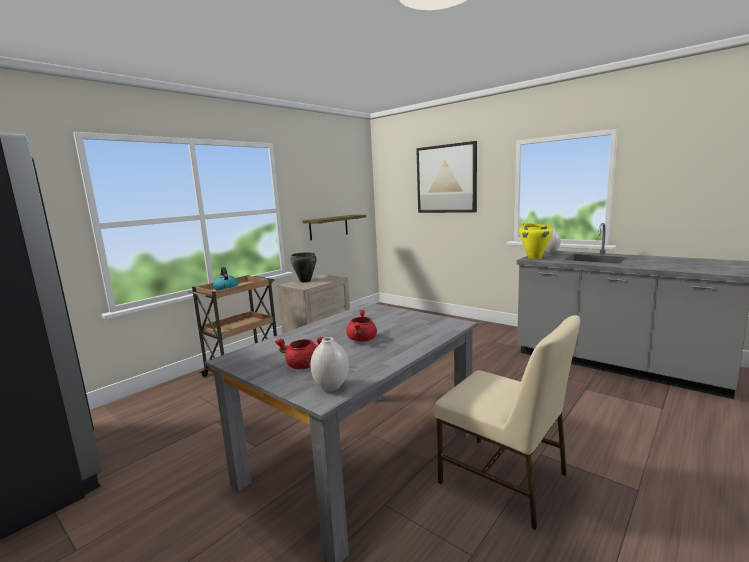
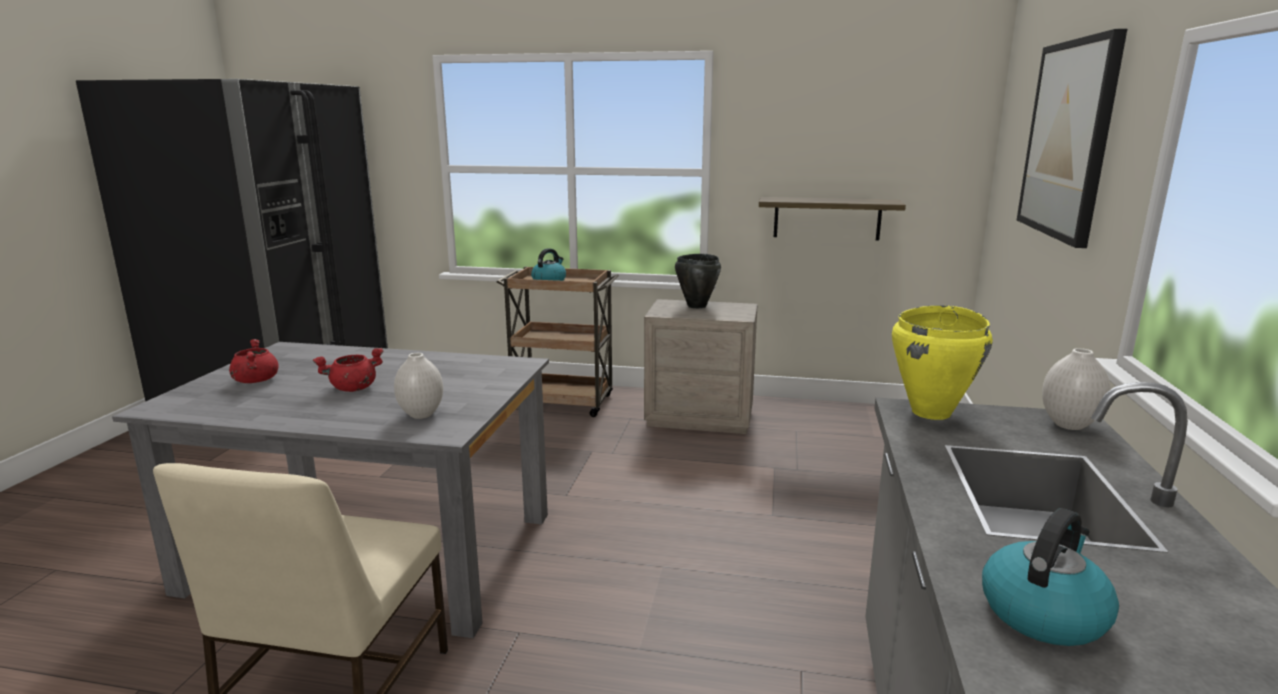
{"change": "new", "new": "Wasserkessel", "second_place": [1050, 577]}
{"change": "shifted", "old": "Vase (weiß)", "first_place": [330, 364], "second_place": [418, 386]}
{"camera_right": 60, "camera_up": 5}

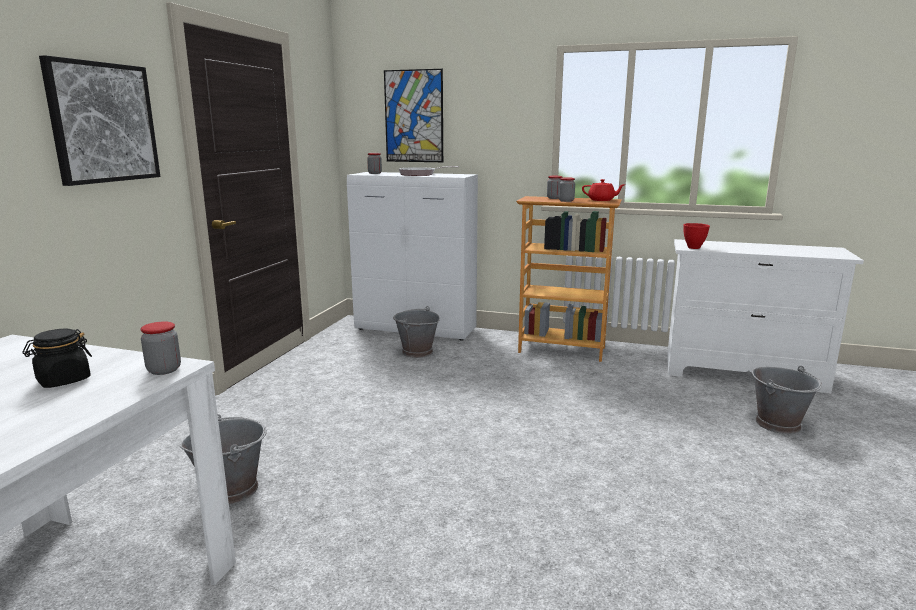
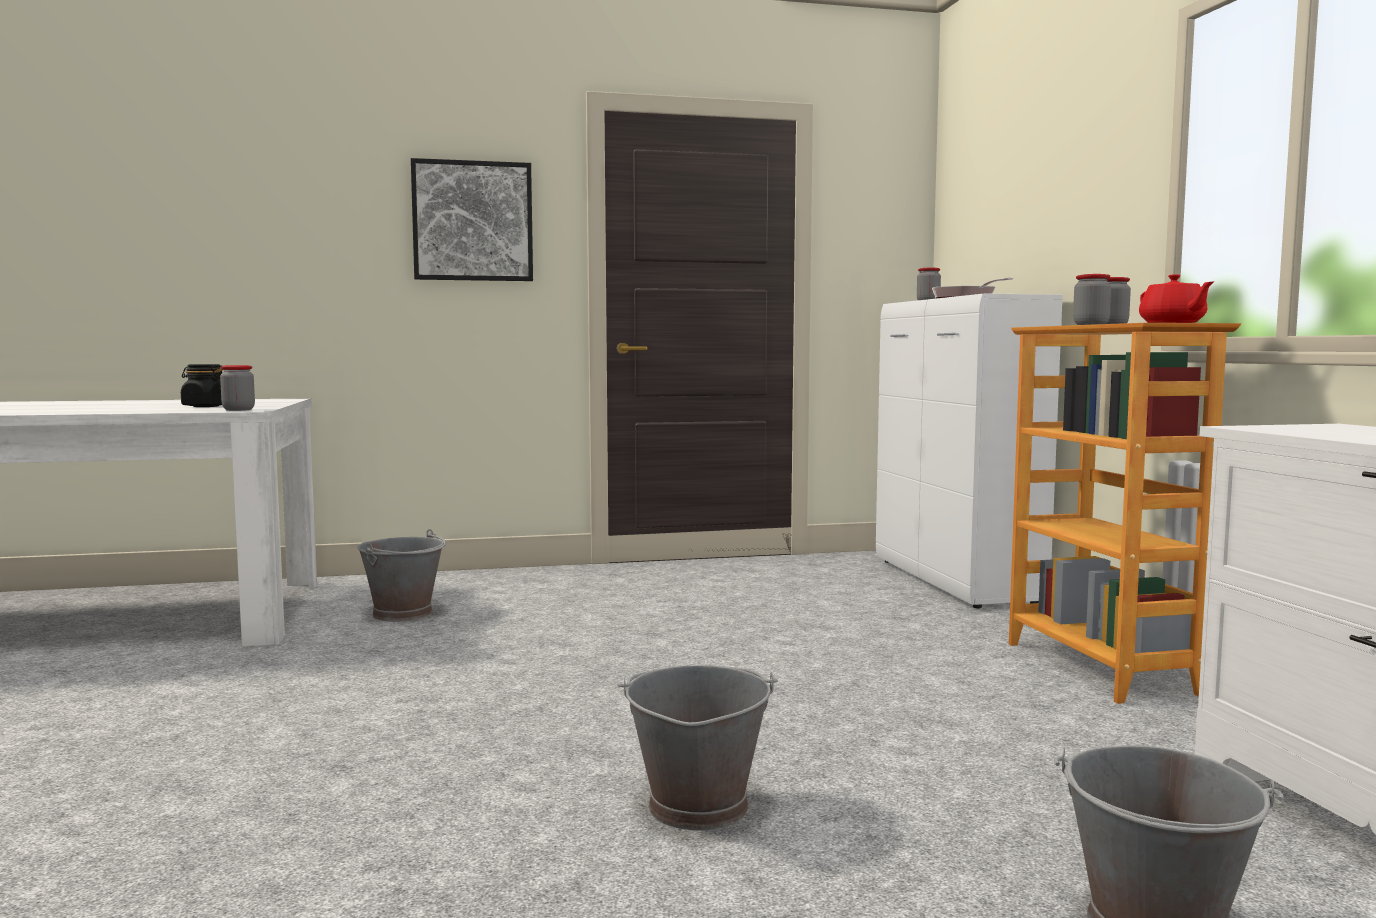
{"change": "gone", "old": "Bild", "first_place": [413, 115]}
{"change": "gone", "old": "Schüssel (rot)", "first_place": [696, 236]}
{"change": "shifted", "old": "Eimer (grau)", "first_place": [416, 332], "second_place": [697, 747]}
{"camera_right": 60, "camera_up": -10}

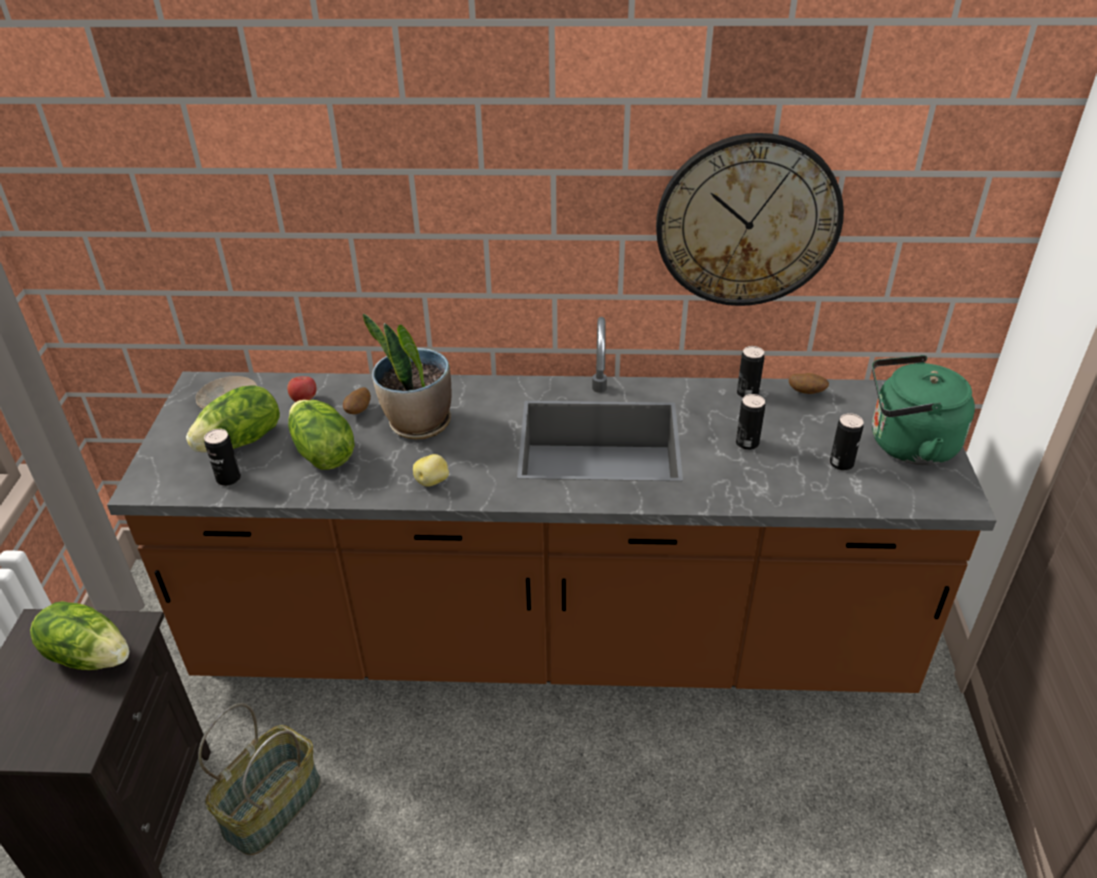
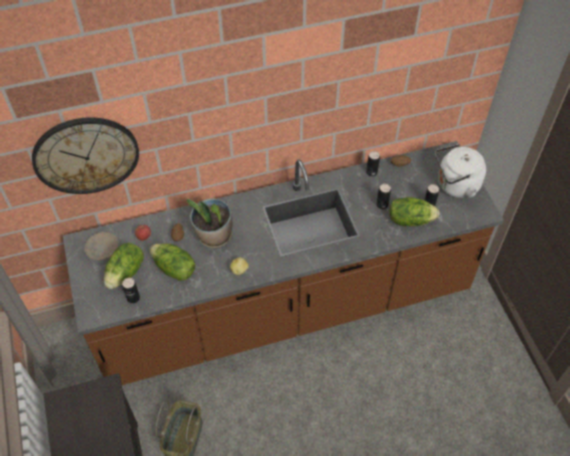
{"change": "shifted", "old": "Salatkopf", "first_place": [79, 635], "second_place": [414, 211]}
{"change": "shifted", "old": "Wanduhr", "first_place": [750, 219], "second_place": [85, 155]}
{"change": "repainted", "old": "Wasserkessel (grün)", "new": "Wasserkessel (weiß)", "first_place": [923, 410], "second_place": [460, 171]}
{"camera_right": -20, "camera_up": 15}

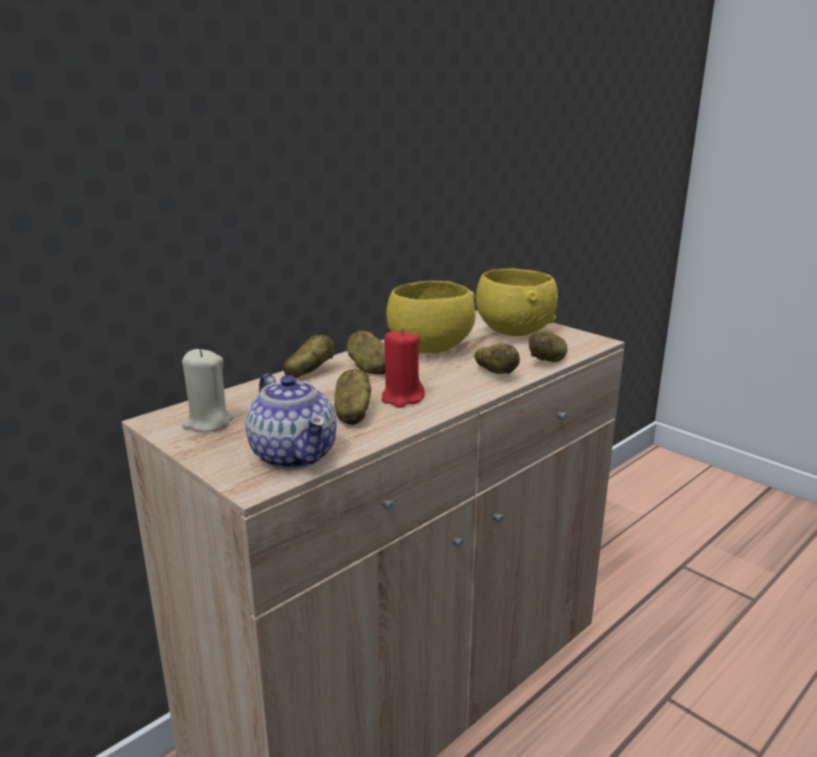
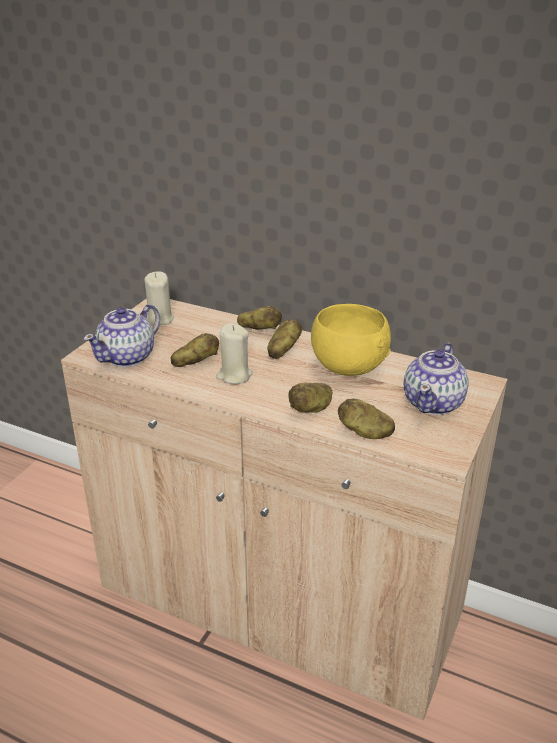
{"change": "swapped", "old": "Schüssel (gelb)", "new": "Teekanne", "first_place": [517, 302], "second_place": [436, 379]}
{"change": "repainted", "old": "Kerze (rot)", "new": "Kerze (beige)", "first_place": [403, 368], "second_place": [234, 353]}
{"camera_right": 70, "camera_up": 10}

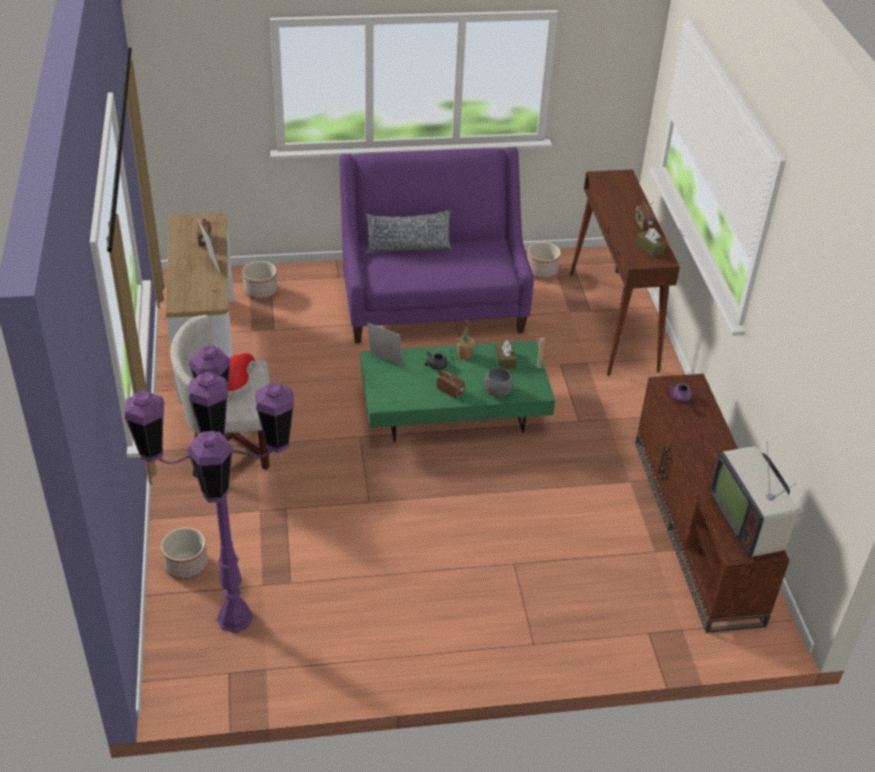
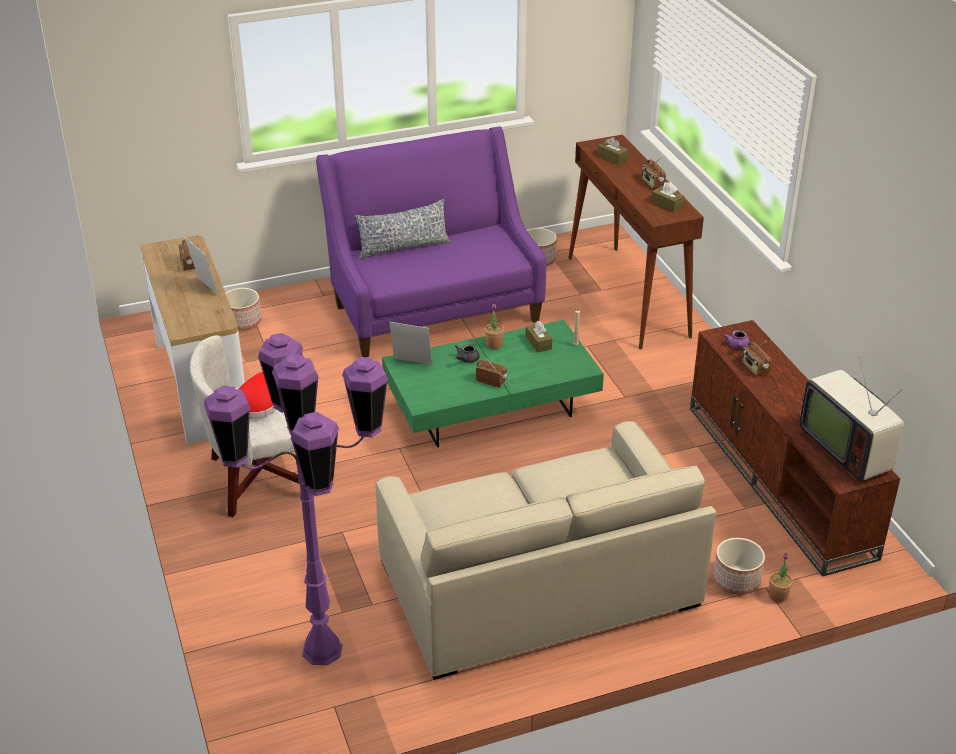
{"change": "gone", "old": "Schüssel (grau)", "first_place": [498, 382]}
{"change": "new", "new": "Sofa (beige)", "second_place": [546, 550]}
{"change": "new", "new": "Taschentuchbox (braun)", "second_place": [613, 151]}
{"change": "new", "new": "Radio", "second_place": [756, 358]}
{"change": "new", "new": "Topfpflanze", "second_place": [781, 578]}
{"change": "shifted", "old": "Pflanzkübel", "first_place": [184, 554], "second_place": [739, 566]}
{"camera_right": -10, "camera_up": -5}

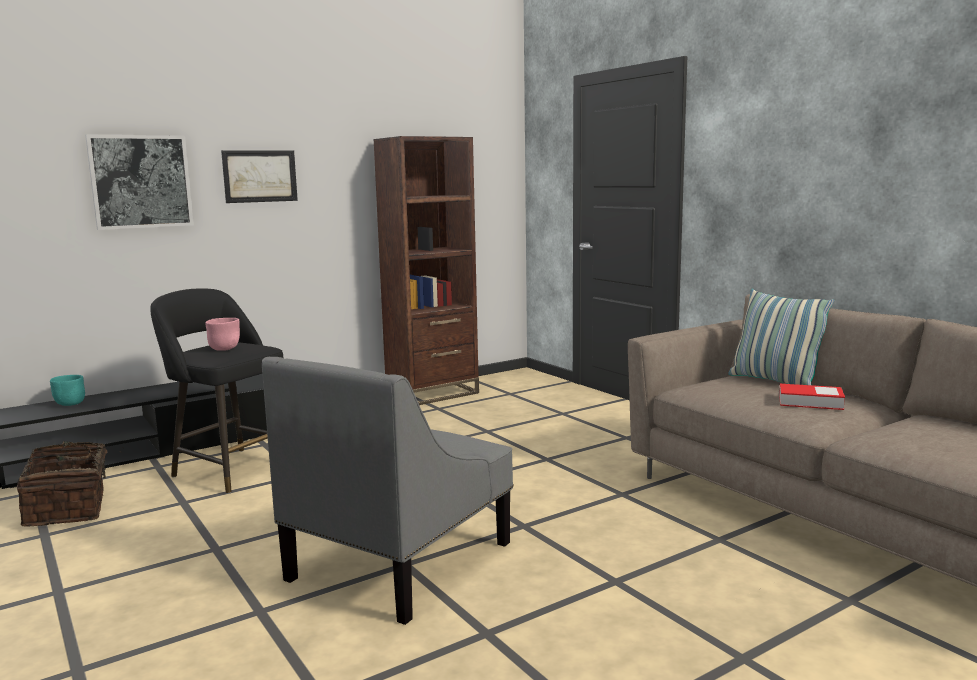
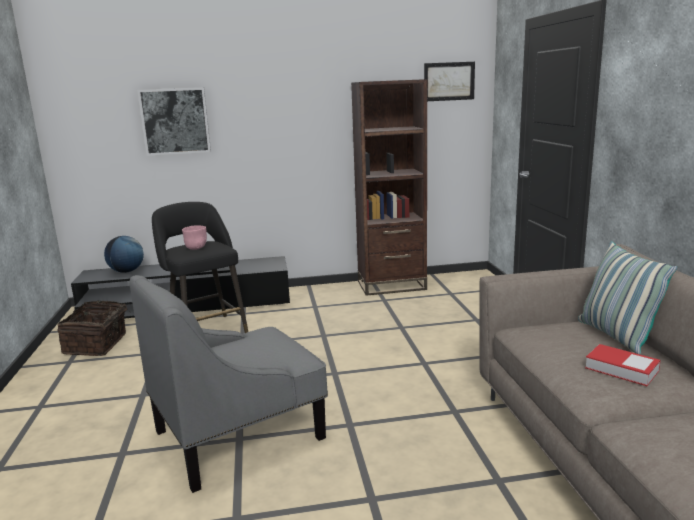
{"change": "shifted", "old": "Bild", "first_place": [259, 176], "second_place": [449, 81]}
{"change": "swapped", "old": "Schüssel (türkis)", "new": "Globus", "first_place": [67, 390], "second_place": [124, 254]}
{"camera_right": 25, "camera_up": 5}

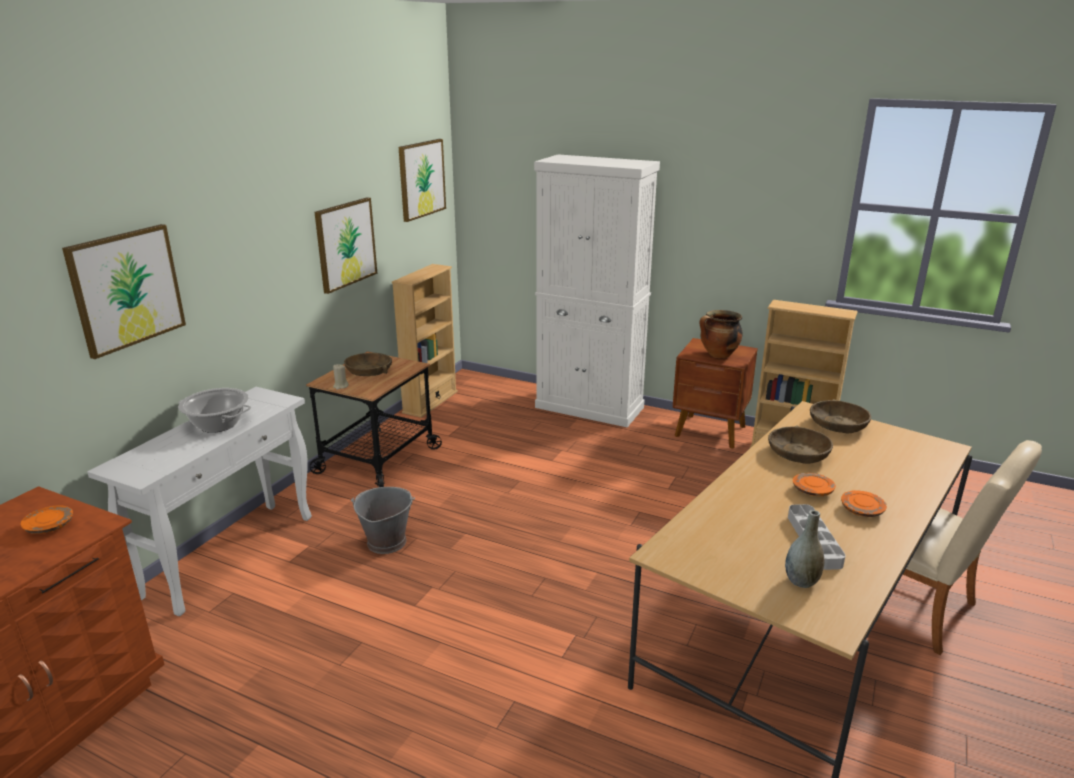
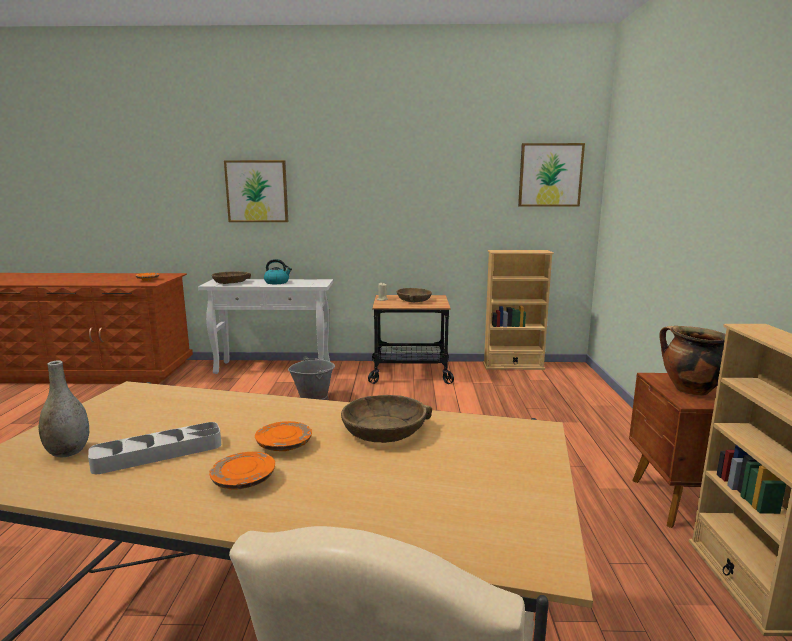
{"change": "gone", "old": "Bild", "first_place": [345, 245]}
{"change": "gone", "old": "Schrank (weiß)", "first_place": [597, 291]}
{"change": "shifted", "old": "Schüssel (braun)", "first_place": [840, 416], "second_place": [231, 277]}
{"change": "swapped", "old": "Kochtopf", "new": "Wasserkessel", "first_place": [214, 410], "second_place": [278, 271]}
{"camera_right": 65, "camera_up": -10}

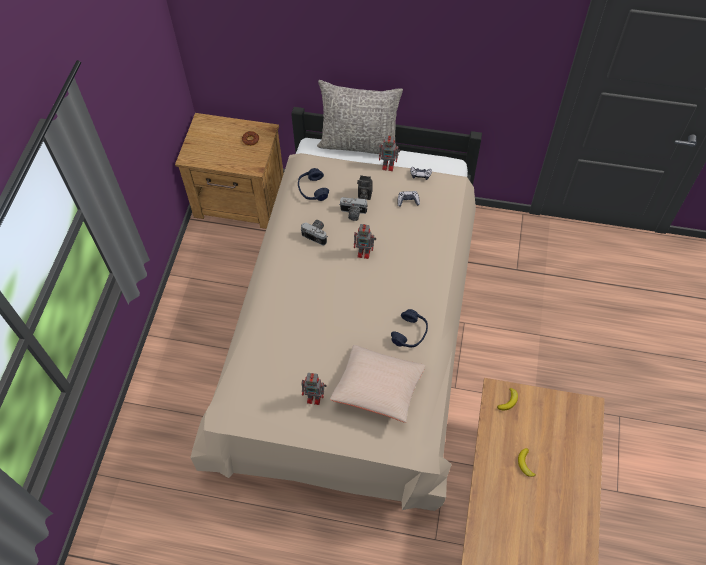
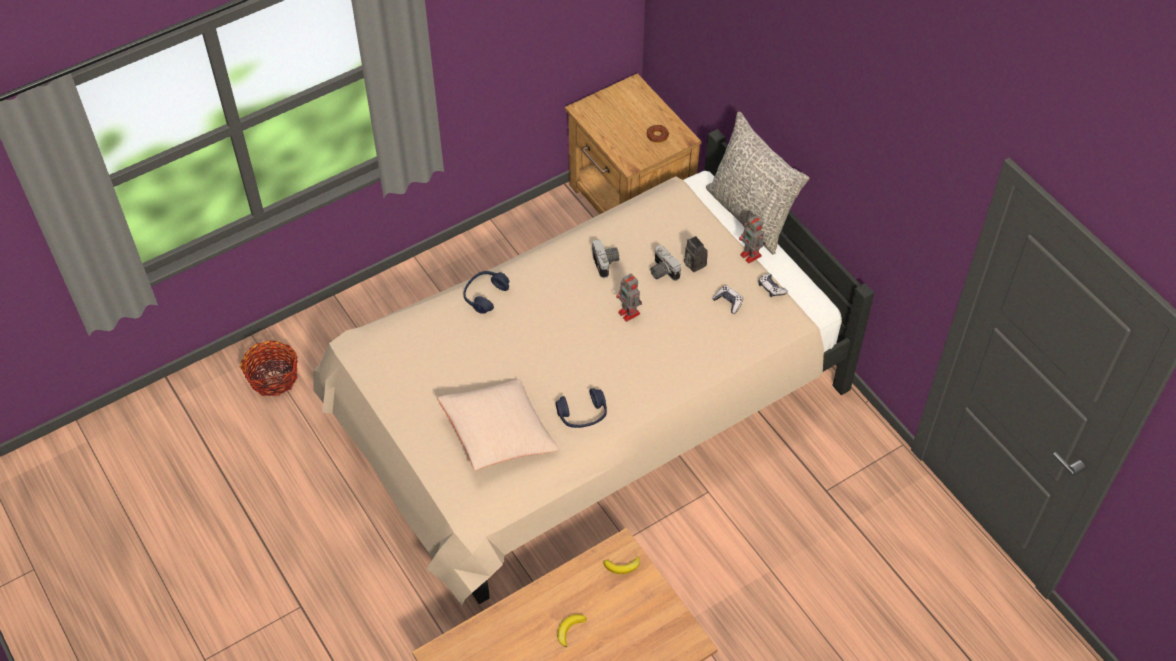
{"change": "gone", "old": "Spielzeugroboter", "first_place": [314, 389]}
{"change": "new", "new": "Korb", "second_place": [269, 368]}
{"change": "shifted", "old": "Kopfhörer (blau)", "first_place": [313, 184], "second_place": [486, 292]}
{"camera_right": 45, "camera_up": -5}

